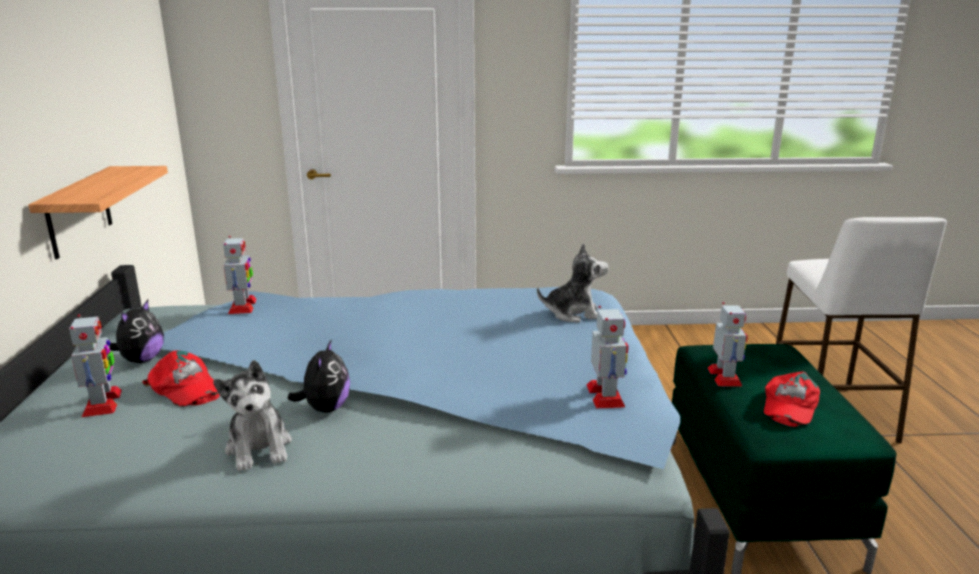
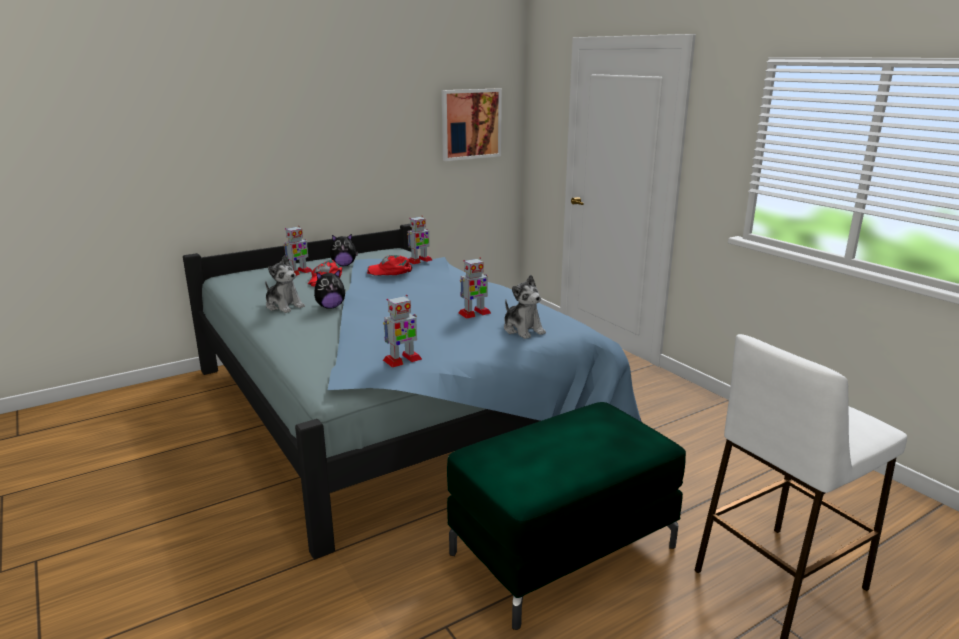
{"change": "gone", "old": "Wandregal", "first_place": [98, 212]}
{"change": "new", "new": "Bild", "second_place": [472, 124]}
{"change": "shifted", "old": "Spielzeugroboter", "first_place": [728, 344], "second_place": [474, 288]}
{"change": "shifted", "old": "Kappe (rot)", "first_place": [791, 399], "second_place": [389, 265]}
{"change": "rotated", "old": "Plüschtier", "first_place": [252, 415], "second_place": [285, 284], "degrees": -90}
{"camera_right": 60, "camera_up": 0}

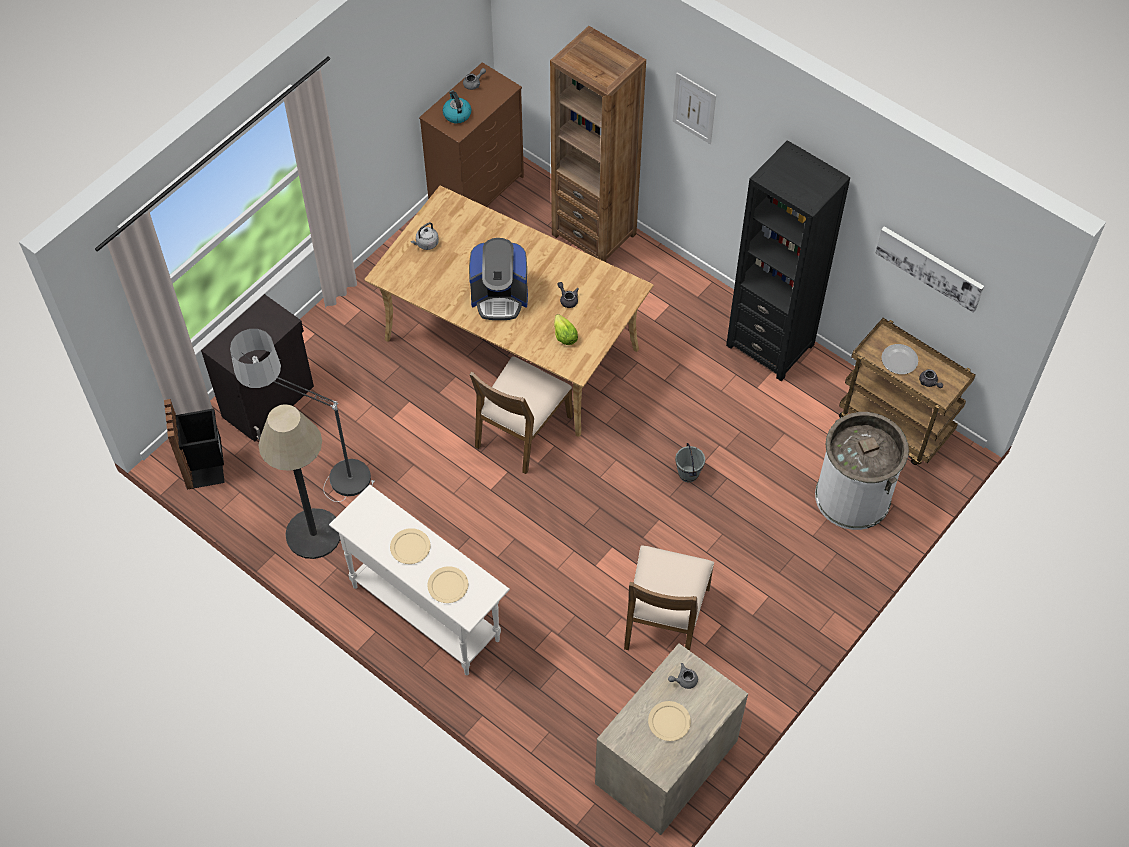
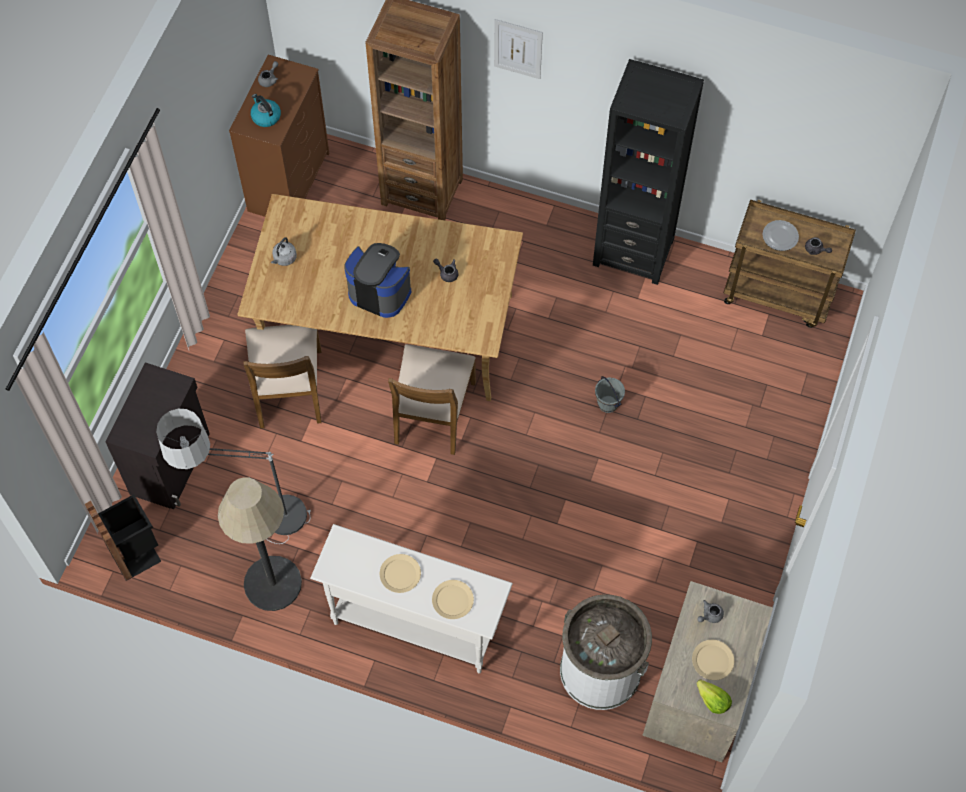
{"change": "gone", "old": "Bild", "first_place": [929, 269]}
{"change": "shifted", "old": "Salatkopf", "first_place": [566, 329], "second_place": [714, 696]}
{"change": "shifted", "old": "Stuhl (braun)", "first_place": [669, 598], "second_place": [282, 377]}
{"change": "shifted", "old": "Mülleimer (weiß)", "first_place": [862, 471], "second_place": [606, 652]}
{"change": "rotated", "old": "Kaffeemaschine", "first_place": [498, 279], "second_place": [377, 280], "degrees": -135}
{"camera_right": -20, "camera_up": 5}

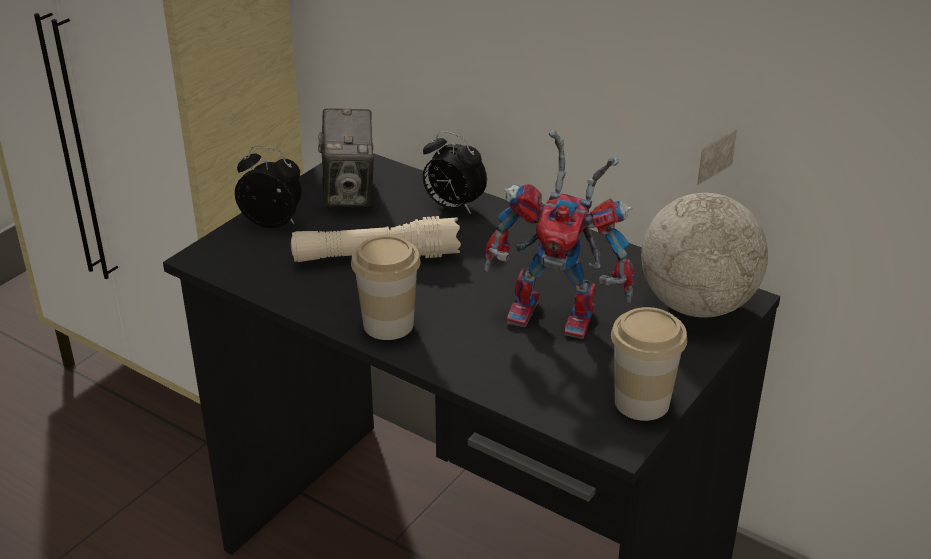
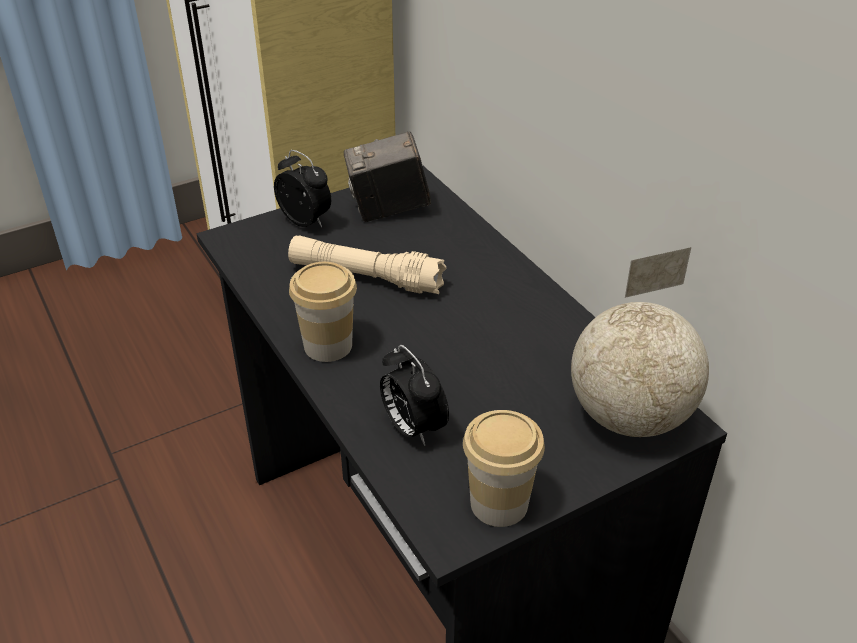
{"change": "gone", "old": "Spielzeugroboter", "first_place": [559, 234]}
{"change": "shifted", "old": "Wecker", "first_place": [454, 172], "second_place": [414, 395]}
{"change": "rotated", "old": "Kamera", "first_place": [346, 157], "second_place": [387, 176], "degrees": 60}
{"camera_right": 25, "camera_up": 5}

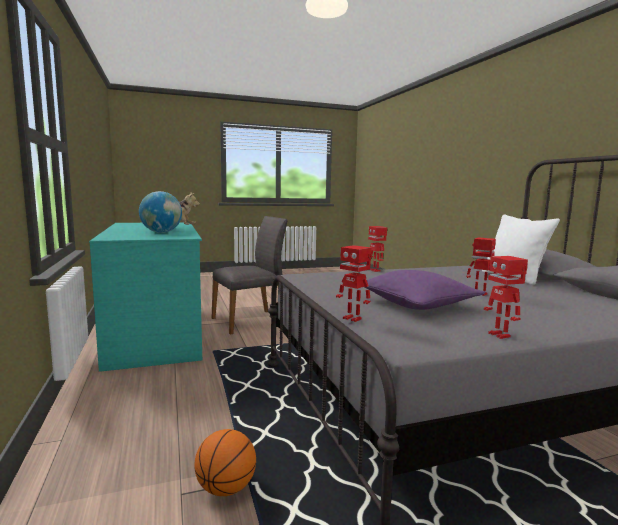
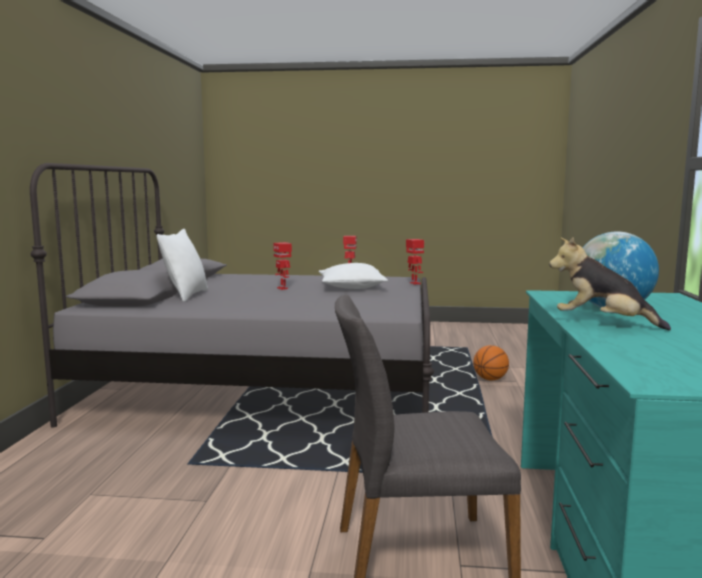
{"change": "gone", "old": "Spielzeugroboter", "first_place": [377, 249]}
{"change": "repainted", "old": "Kissen (lila)", "new": "Kissen (weiß)", "first_place": [425, 290], "second_place": [353, 276]}
{"camera_right": -155, "camera_up": 0}

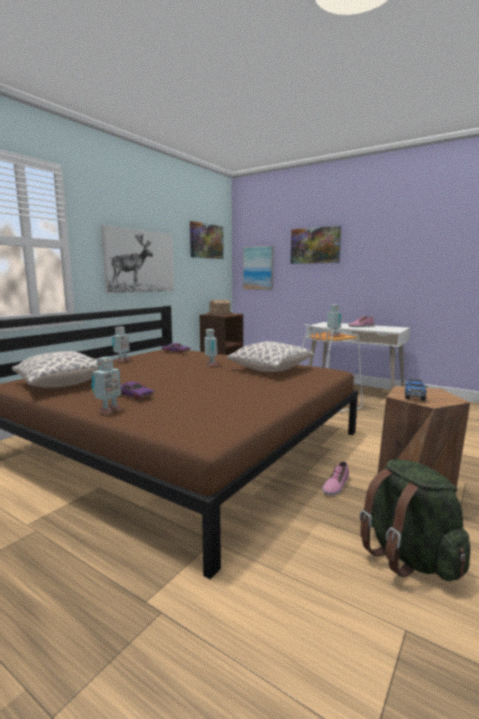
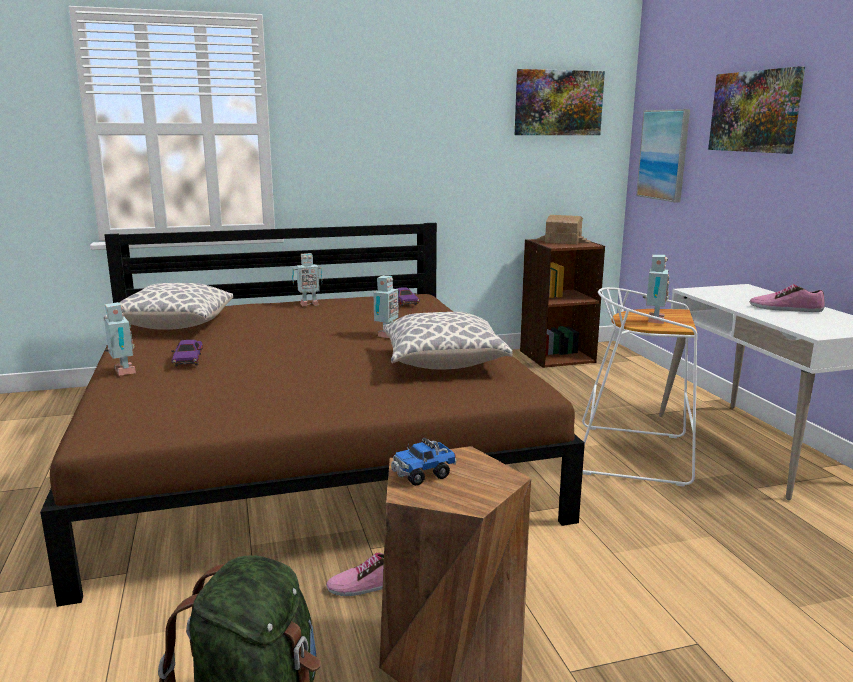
{"change": "gone", "old": "Bild", "first_place": [137, 259]}
{"change": "rotated", "old": "Spielzeugroboter", "first_place": [106, 386], "second_place": [120, 339], "degrees": -105}
{"camera_right": 40, "camera_up": 5}

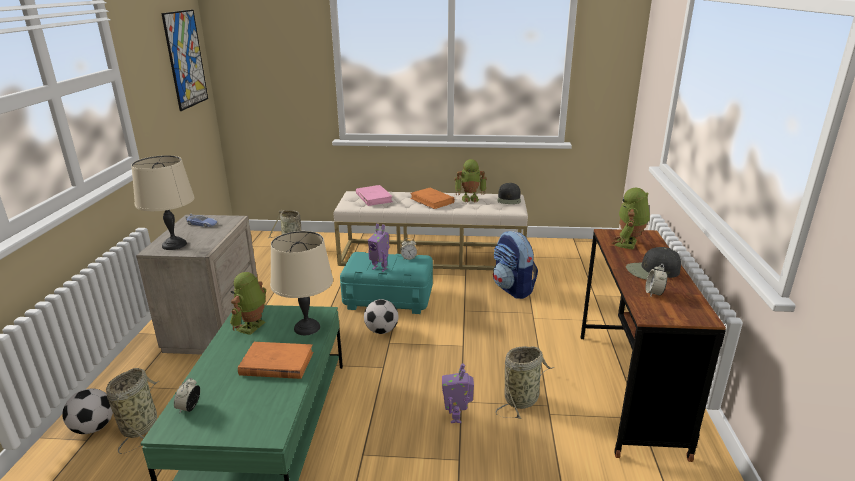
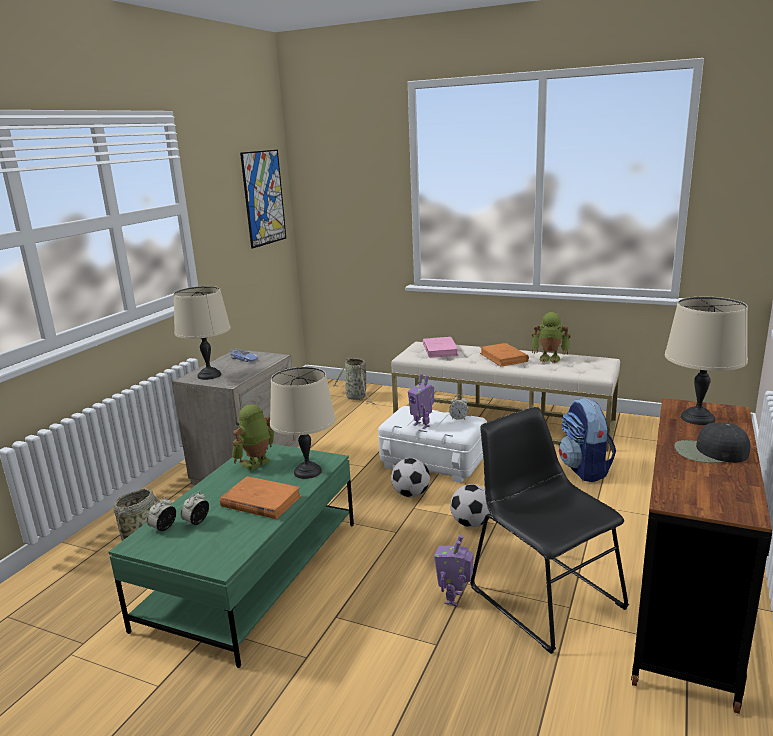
{"change": "gone", "old": "Kappe (schwarz)", "first_place": [509, 193]}
{"change": "shifted", "old": "Fußball", "first_place": [87, 411], "second_place": [470, 505]}
{"change": "shifted", "old": "Wecker", "first_place": [656, 280], "second_place": [194, 508]}
{"change": "swapped", "old": "Korb", "new": "Stuhl (schwarz)", "first_place": [525, 382], "second_place": [549, 530]}
{"change": "swapped", "old": "Spielzeugroboter", "new": "Tischlampe (beige)", "first_place": [631, 218], "second_place": [706, 361]}
{"change": "repainted", "old": "Aufbewahrungsbox (türkis)", "new": "Aufbewahrungsbox (weiß)", "first_place": [386, 283], "second_place": [432, 444]}
{"camera_right": 20, "camera_up": -5}

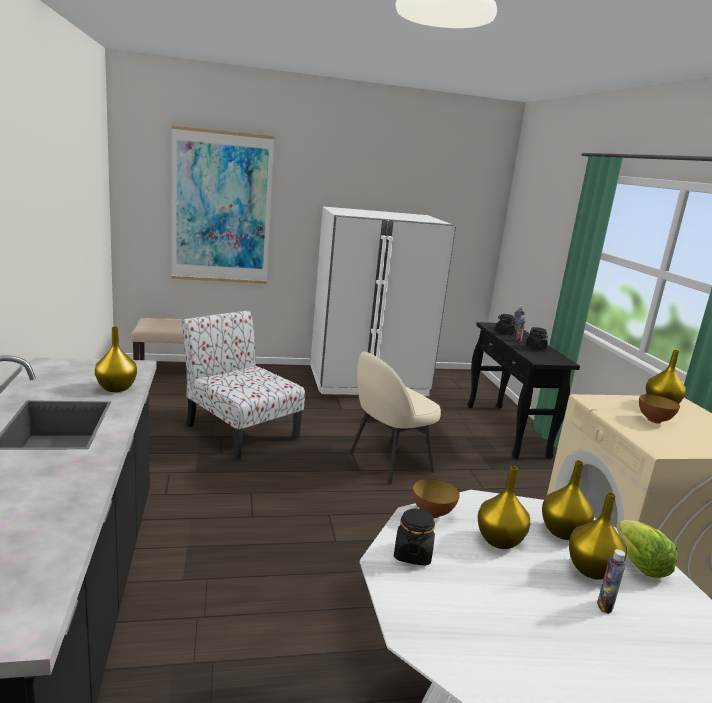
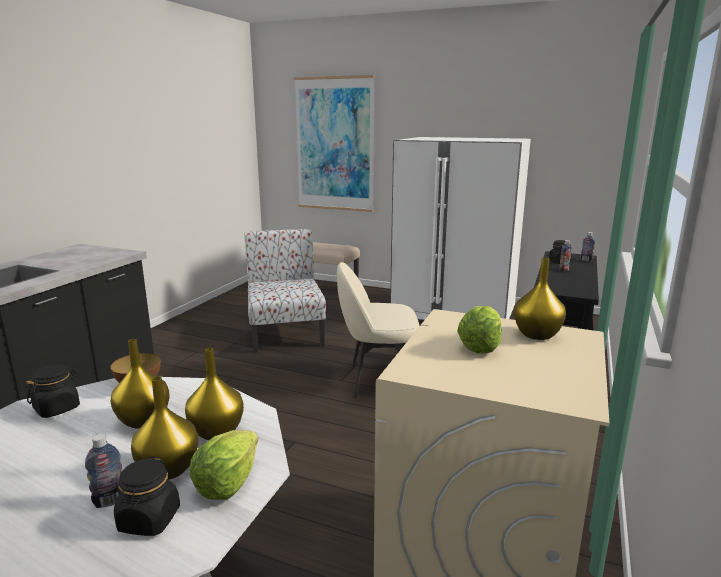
{"change": "gone", "old": "Vase (gelb)", "first_place": [116, 359]}
{"change": "shifted", "old": "Vorratsglas (schwarz)", "first_place": [537, 338], "second_place": [147, 496]}
{"change": "swapped", "old": "Schüssel", "new": "Salatkopf", "first_place": [659, 409], "second_place": [479, 330]}
{"camera_right": 35, "camera_up": 0}

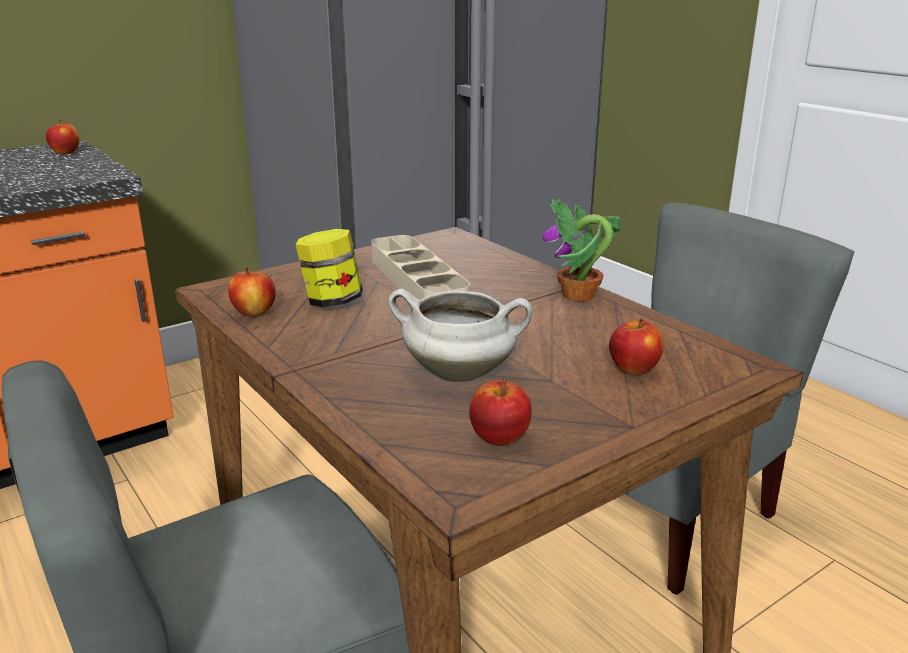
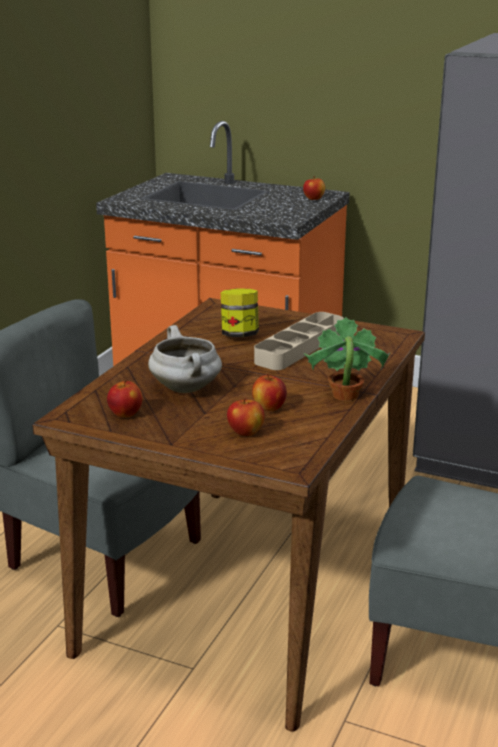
{"change": "shifted", "old": "Apfel", "first_place": [252, 291], "second_place": [269, 392]}
{"camera_right": 60, "camera_up": 0}

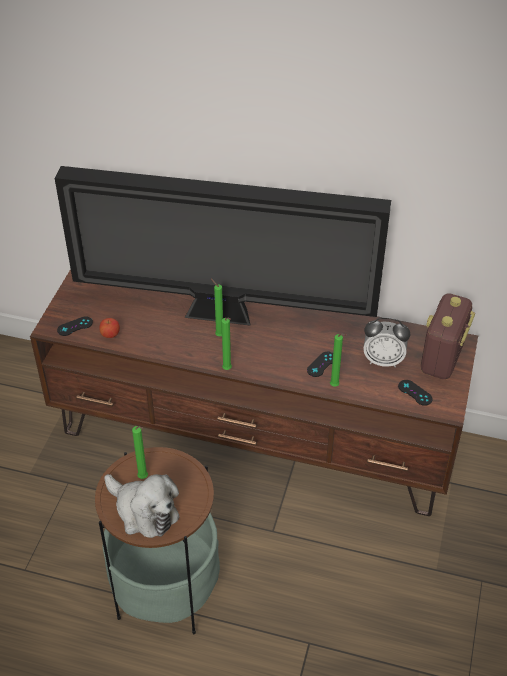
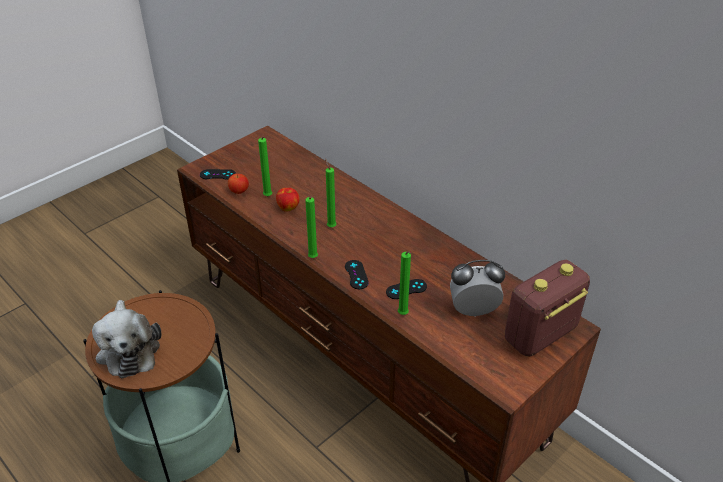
{"change": "gone", "old": "Fernseher", "first_place": [223, 246]}
{"change": "new", "new": "Apfel", "second_place": [288, 200]}
{"change": "shifted", "old": "Kerze (grün)", "first_place": [140, 452], "second_place": [265, 166]}
{"change": "shifted", "old": "Gamepad (schwarz)", "first_place": [415, 393], "second_place": [357, 274]}
{"change": "rotated", "old": "Wecker", "first_place": [387, 342], "second_place": [477, 288], "degrees": 135}
{"camera_right": 30, "camera_up": -5}

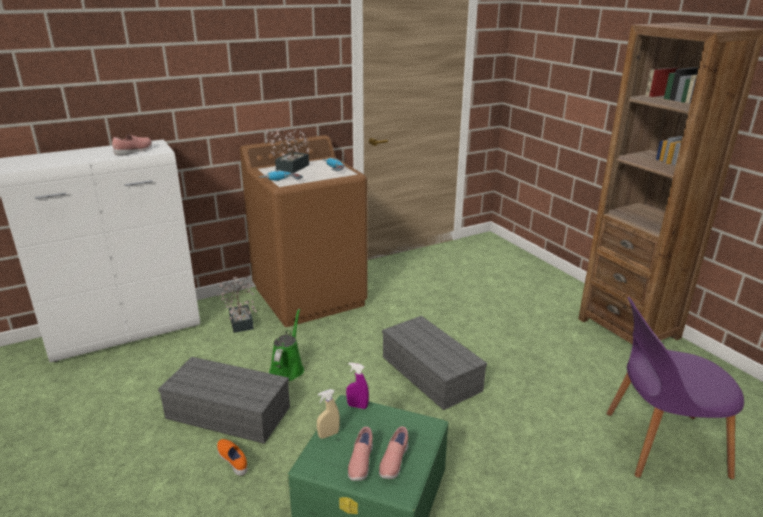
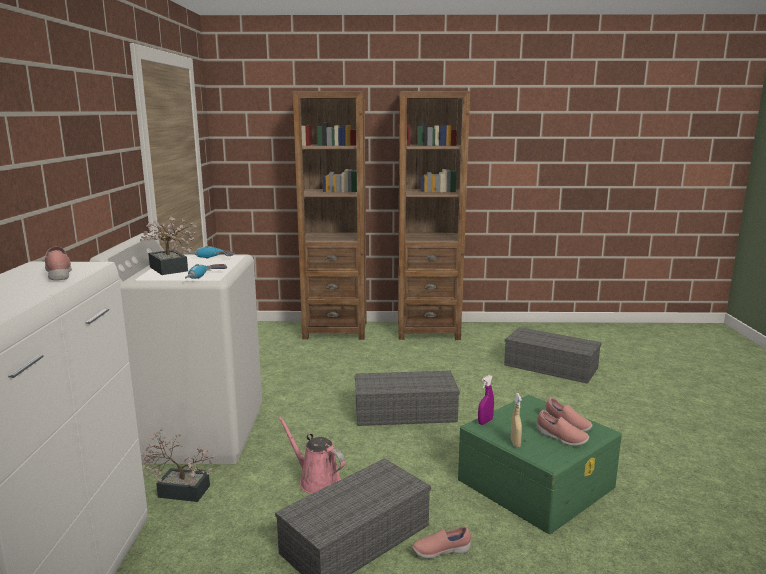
{"change": "new", "new": "Bücherregal (braun)", "second_place": [330, 215]}
{"change": "swapped", "old": "Stuhl (lila)", "new": "Aufbewahrungsbox (grau)", "first_place": [675, 388], "second_place": [553, 355]}
{"change": "repainted", "old": "Schuh (orange)", "new": "Schuh (rosa)", "first_place": [232, 457], "second_place": [441, 542]}
{"change": "repainted", "old": "Waschmaschine (braun)", "new": "Waschmaschine (weiß)", "first_place": [304, 231], "second_place": [175, 348]}
{"change": "repainted", "old": "Gießkanne (grün)", "new": "Gießkanne (rosa)", "first_place": [286, 344], "second_place": [311, 455]}
{"camera_right": -60, "camera_up": -10}

